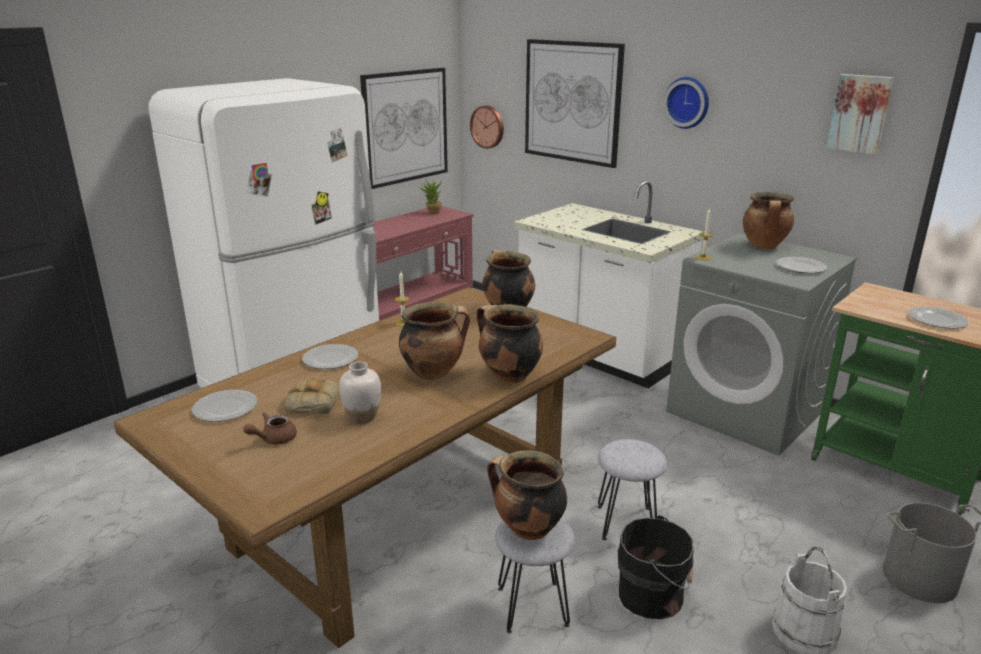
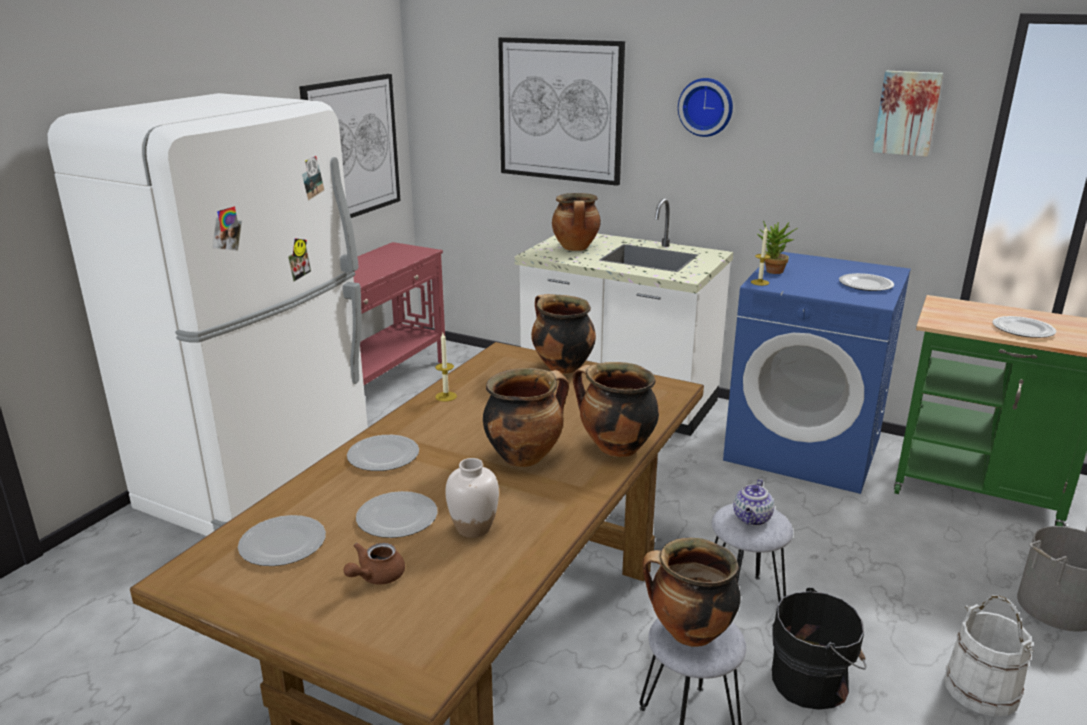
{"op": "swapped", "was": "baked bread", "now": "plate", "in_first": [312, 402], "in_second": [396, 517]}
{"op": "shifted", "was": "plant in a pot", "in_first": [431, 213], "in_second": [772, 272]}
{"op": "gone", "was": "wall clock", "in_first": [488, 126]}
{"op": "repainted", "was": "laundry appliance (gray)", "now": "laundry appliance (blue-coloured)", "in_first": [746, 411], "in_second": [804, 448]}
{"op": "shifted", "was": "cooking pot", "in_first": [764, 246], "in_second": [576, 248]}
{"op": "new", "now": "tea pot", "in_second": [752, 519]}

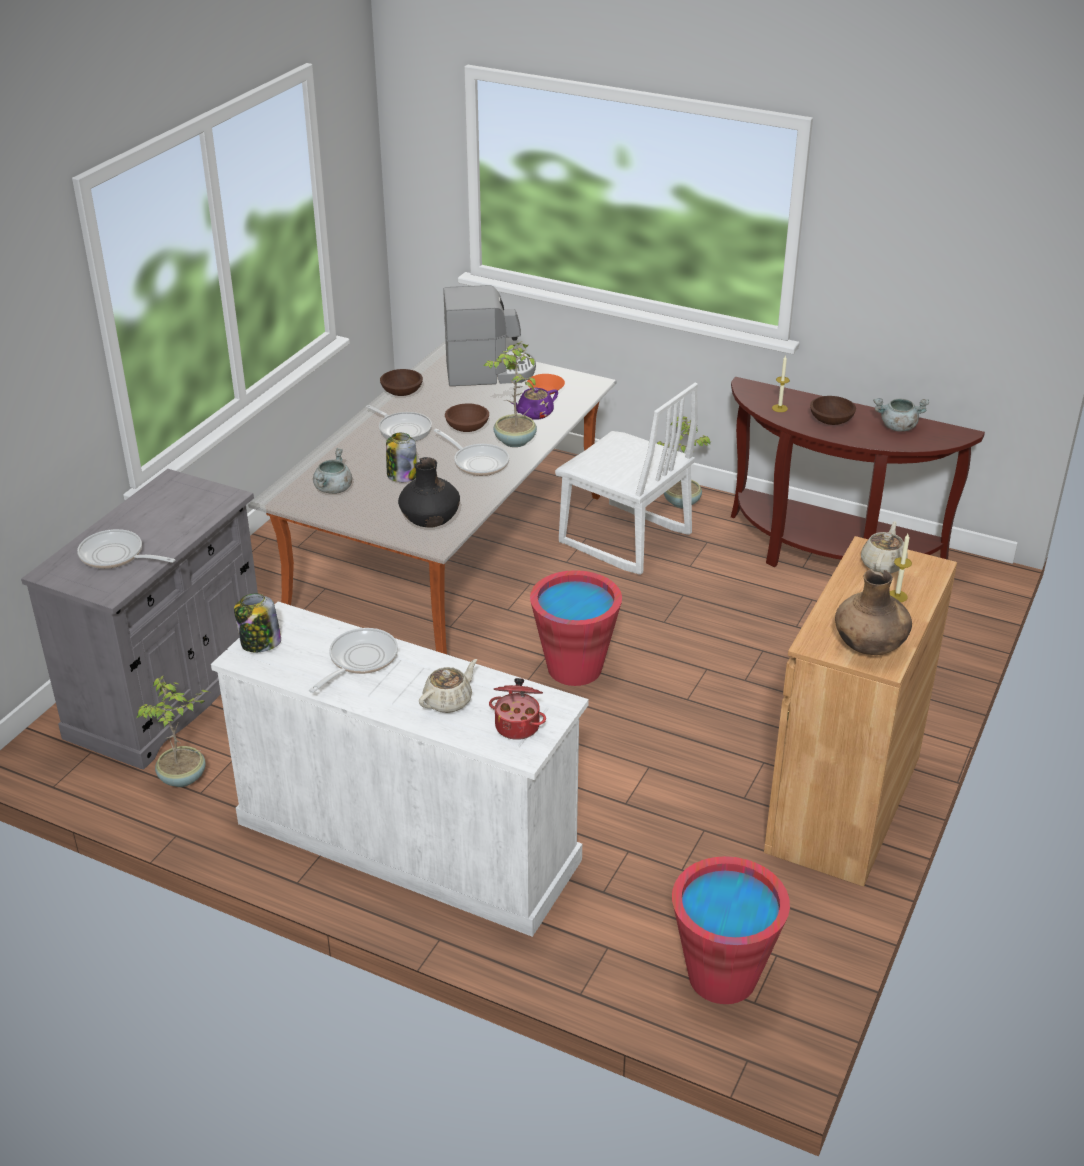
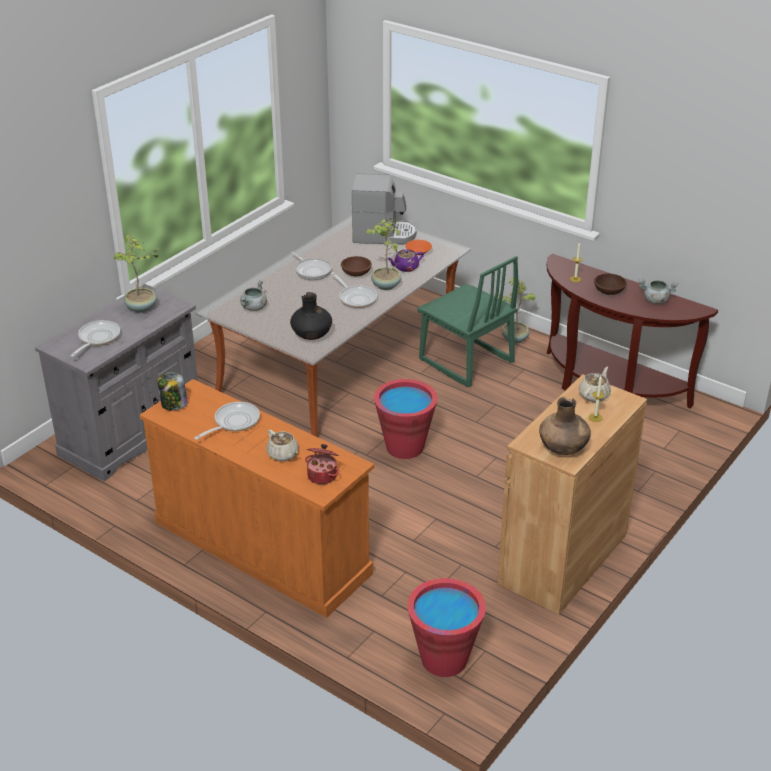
{"op": "rotated", "was": "skillet", "in_first": [116, 556], "in_second": [97, 339], "clockwise": 75}
{"op": "shifted", "was": "plant in a pot", "in_first": [183, 778], "in_second": [142, 308]}
{"op": "repainted", "was": "chest of drawers (whitish)", "now": "chest of drawers (orangey)", "in_first": [405, 841], "in_second": [260, 547]}
{"op": "gone", "was": "bowl (brown)", "in_first": [402, 392]}
{"op": "gone", "was": "preserve jar", "in_first": [401, 475]}
{"op": "rotated", "was": "tea pot (sand-coloured)", "in_first": [449, 701], "in_second": [283, 455], "clockwise": 90}
{"op": "repainted", "was": "chair (whitish)", "now": "chair (green-coloured)", "in_first": [624, 540], "in_second": [465, 362]}

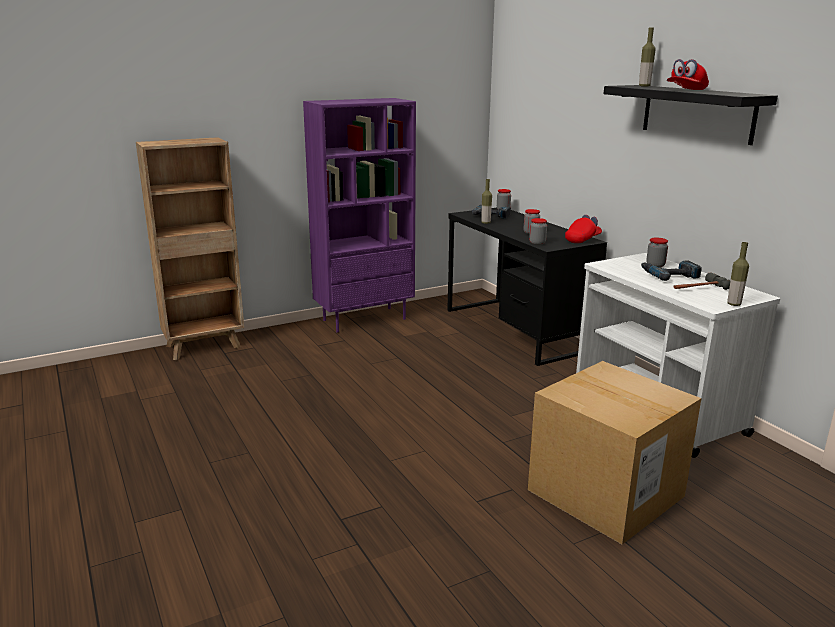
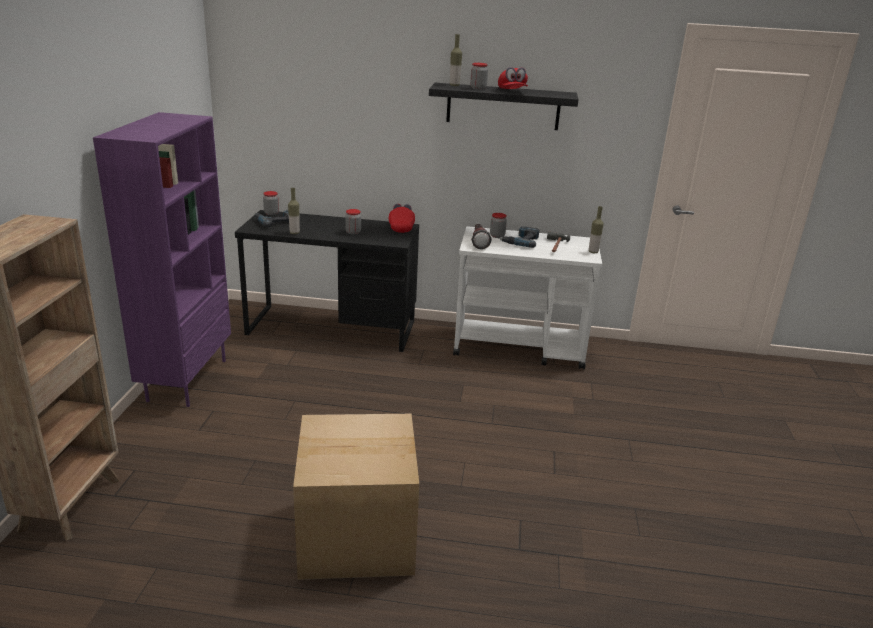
{"op": "shifted", "was": "packing box", "in_first": [605, 493], "in_second": [357, 535]}
{"op": "shifted", "was": "preserve jar", "in_first": [537, 243], "in_second": [478, 88]}
{"op": "new", "now": "flashlight", "in_second": [479, 242]}

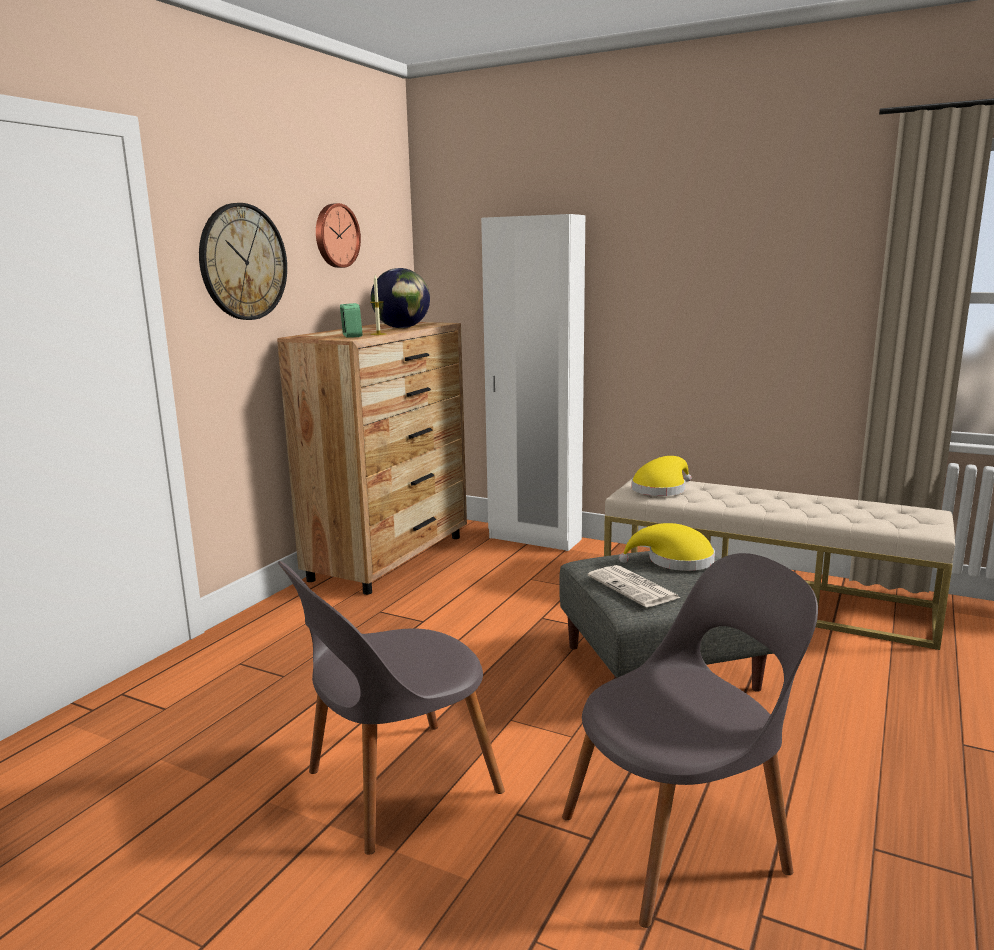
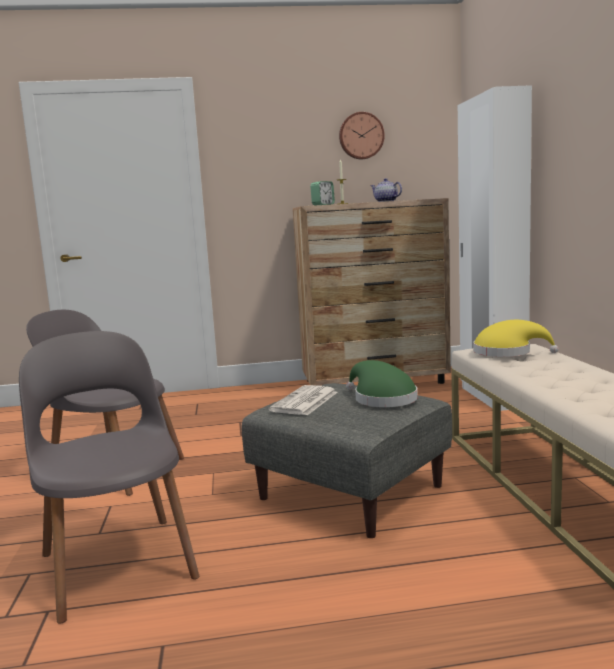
{"op": "gone", "was": "wall clock", "in_first": [243, 262]}
{"op": "swapped", "was": "globe", "now": "tea pot", "in_first": [402, 328], "in_second": [386, 201]}
{"op": "rotated", "was": "chair (gray)", "in_first": [681, 840], "in_second": [117, 561], "clockwise": -150}
{"op": "repainted", "was": "clothing hat (yellowish)", "now": "clothing hat (green-coloured)", "in_first": [675, 561], "in_second": [381, 399]}

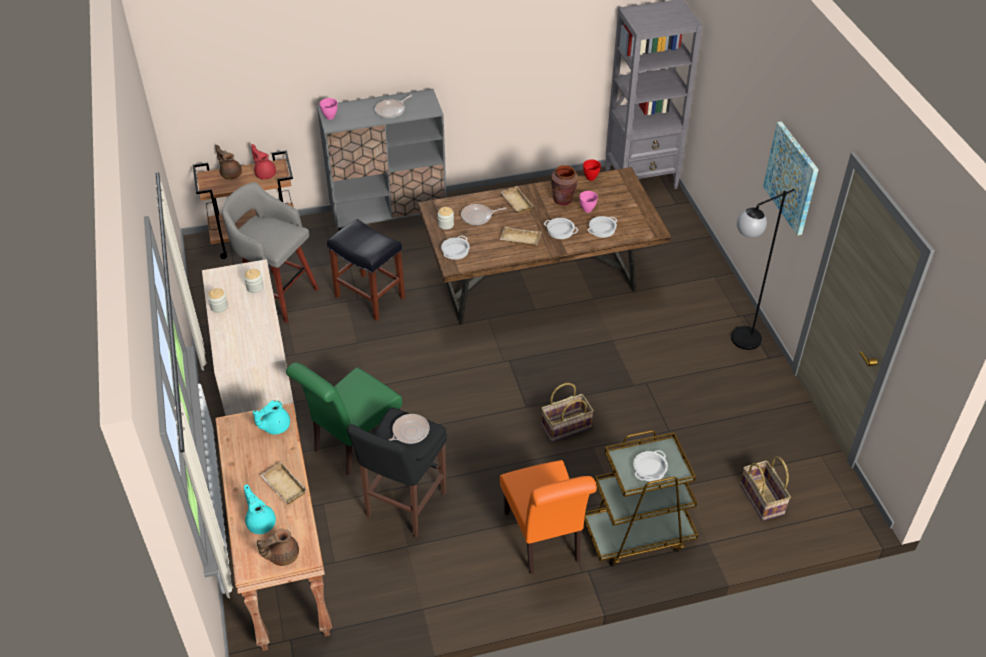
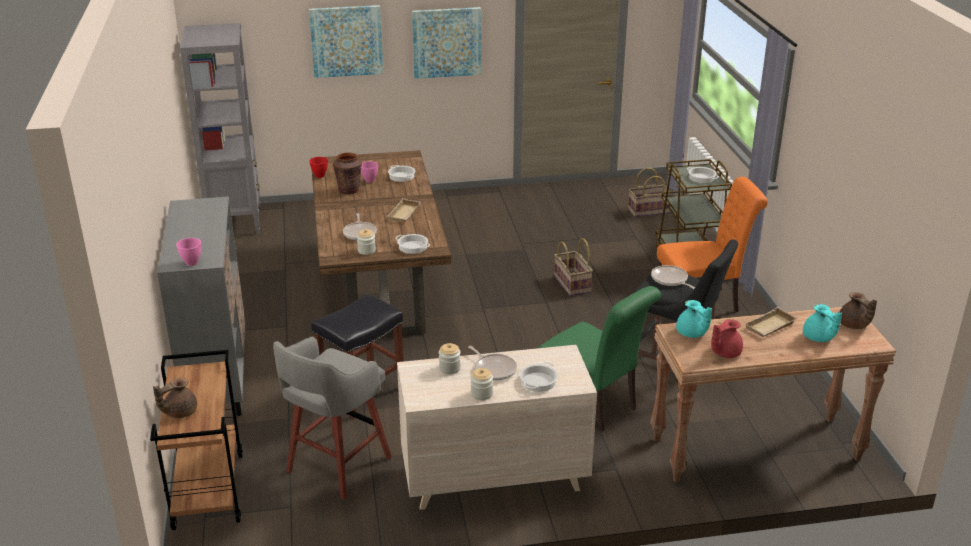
{"op": "rotated", "was": "tea pot (turquoise-coloured)", "in_first": [261, 522], "in_second": [818, 338], "clockwise": -90}
{"op": "shifted", "was": "tea pot (red-coloured)", "in_first": [265, 174], "in_second": [724, 353]}
{"op": "shifted", "was": "skillet", "in_first": [391, 110], "in_second": [494, 369]}
{"op": "gone", "was": "carrying tray (sand-coloured)", "in_first": [515, 202]}
{"op": "shifted", "was": "cooking pot", "in_first": [560, 231], "in_second": [538, 382]}
{"op": "gone", "was": "standing lamp (black-coloured)", "in_first": [737, 343]}
{"op": "new", "now": "wall picture", "in_second": [346, 41]}

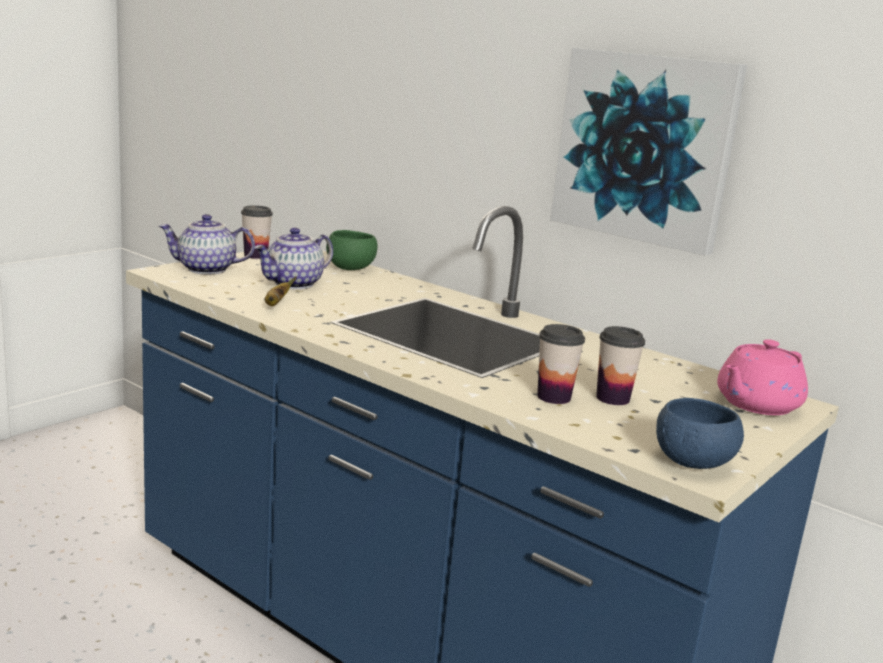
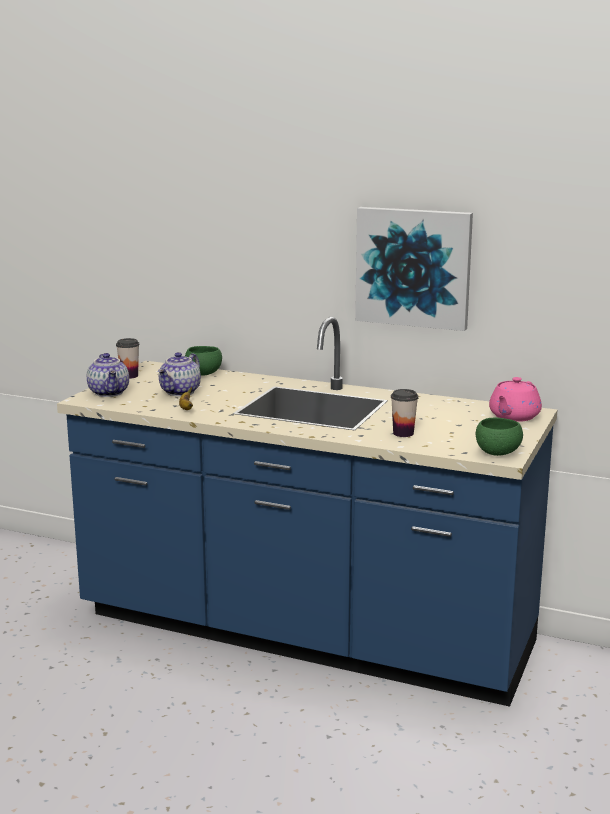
{"op": "rotated", "was": "tea pot", "in_first": [205, 270], "in_second": [110, 393], "clockwise": -90}
{"op": "gone", "was": "small cup", "in_first": [612, 398]}
{"op": "repainted", "was": "bowl (blue-coloured)", "now": "bowl (green-coloured)", "in_first": [692, 463], "in_second": [497, 453]}

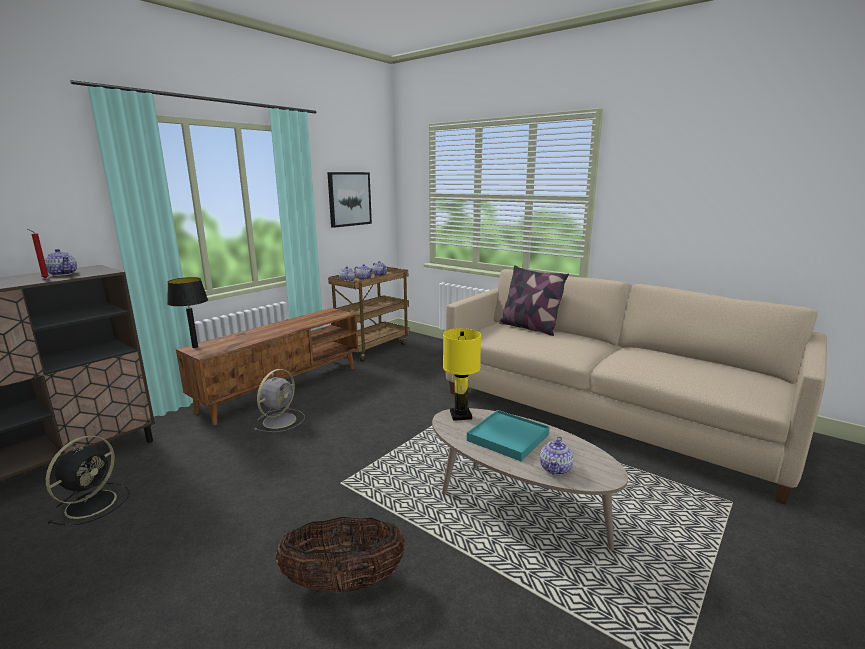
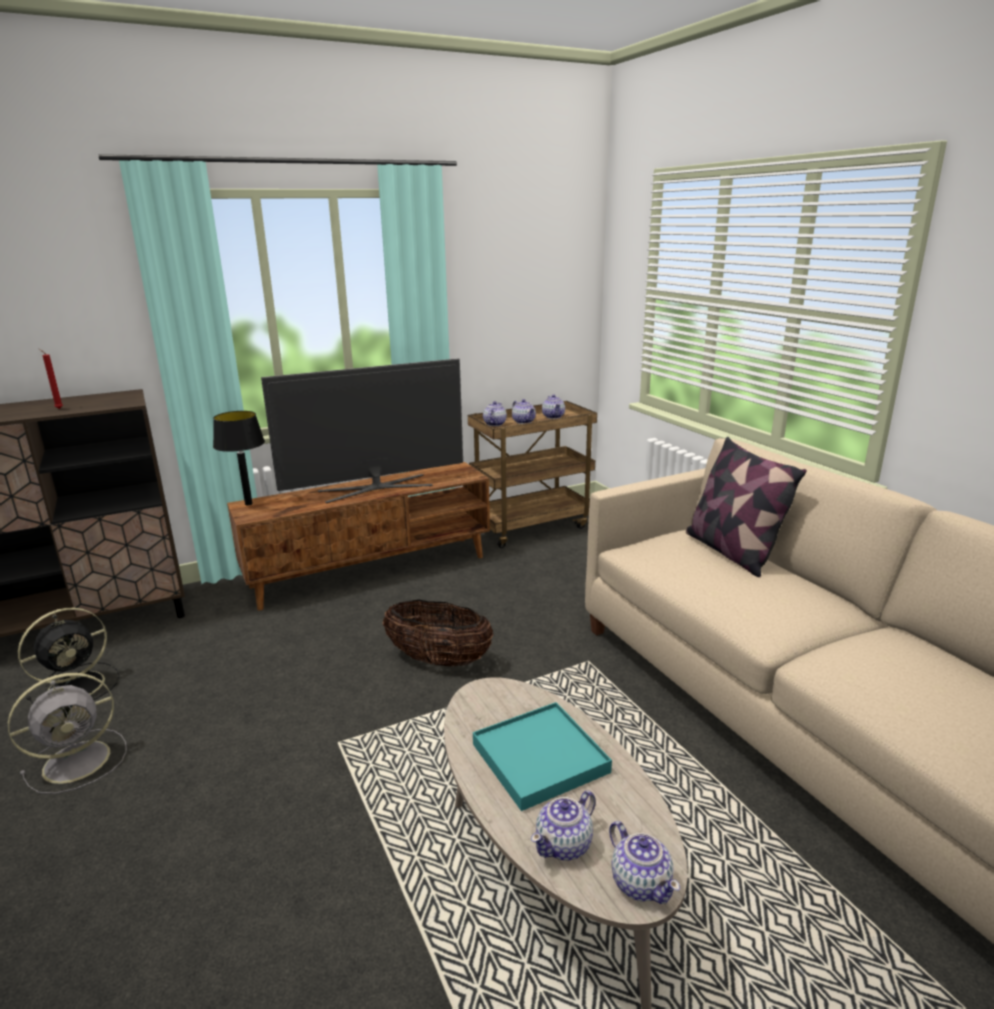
{"op": "shifted", "was": "tea pot", "in_first": [63, 274], "in_second": [640, 882]}
{"op": "shifted", "was": "fan (gray)", "in_first": [280, 420], "in_second": [80, 760]}
{"op": "shifted", "was": "household basket", "in_first": [344, 583], "in_second": [439, 660]}
{"op": "gone", "was": "wall picture", "in_first": [349, 199]}
{"op": "gone", "was": "table lamp (yellowish)", "in_first": [461, 415]}
{"op": "new", "now": "TV", "in_second": [376, 488]}

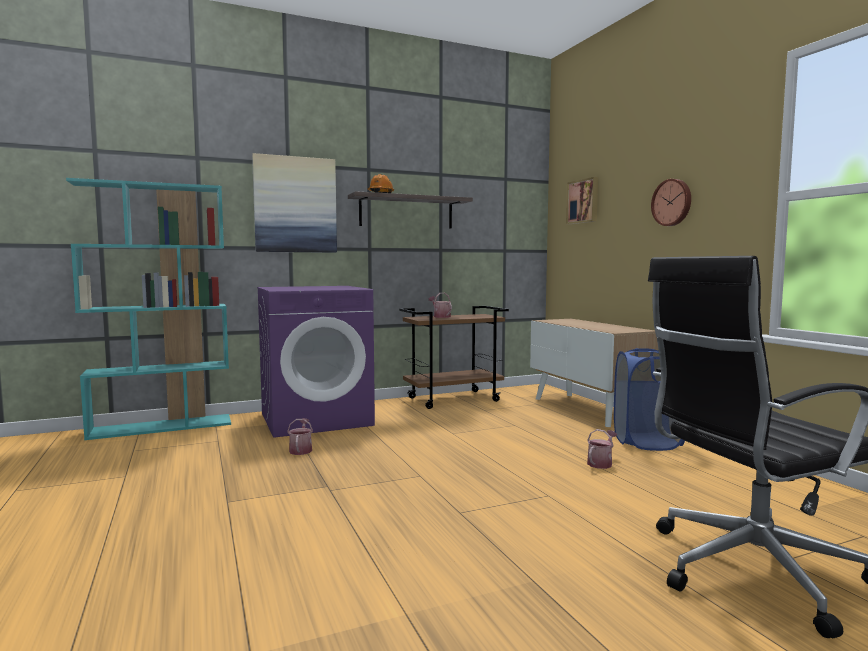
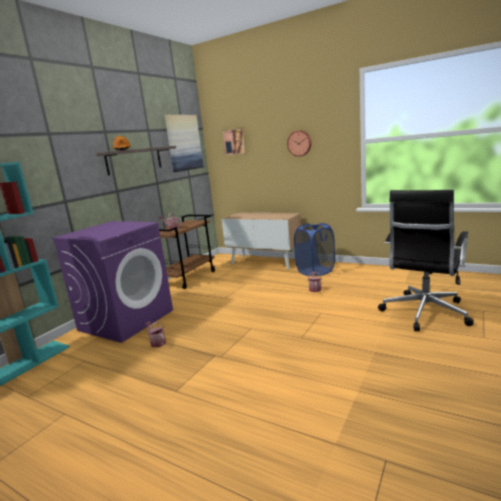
{"op": "shifted", "was": "wall picture", "in_first": [295, 205], "in_second": [184, 143]}

